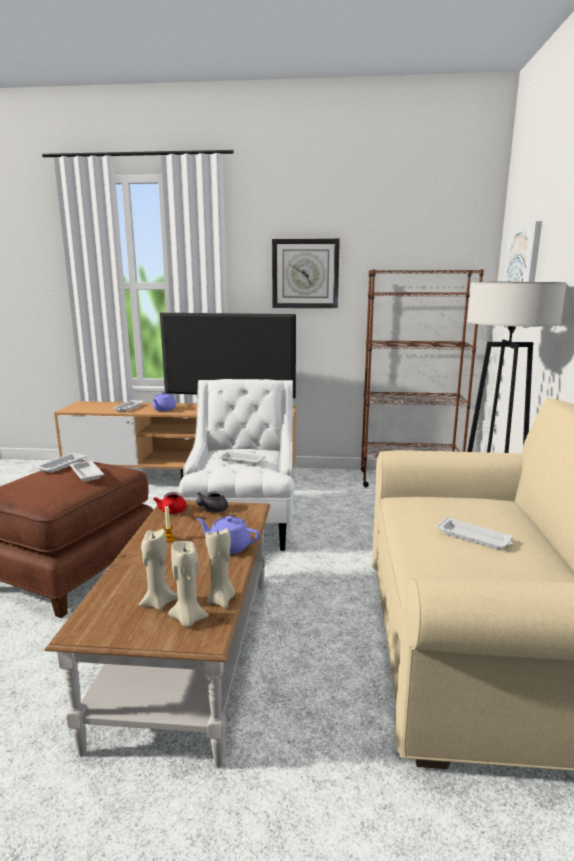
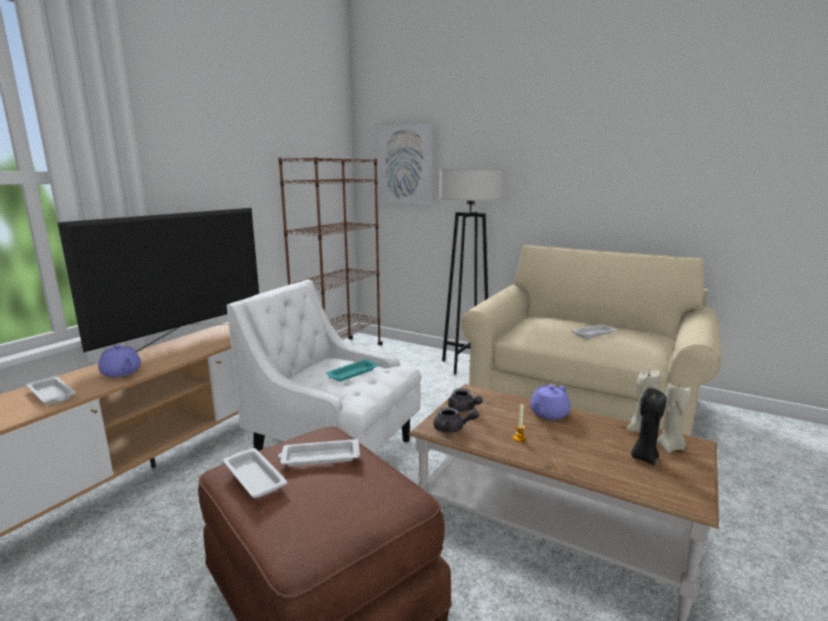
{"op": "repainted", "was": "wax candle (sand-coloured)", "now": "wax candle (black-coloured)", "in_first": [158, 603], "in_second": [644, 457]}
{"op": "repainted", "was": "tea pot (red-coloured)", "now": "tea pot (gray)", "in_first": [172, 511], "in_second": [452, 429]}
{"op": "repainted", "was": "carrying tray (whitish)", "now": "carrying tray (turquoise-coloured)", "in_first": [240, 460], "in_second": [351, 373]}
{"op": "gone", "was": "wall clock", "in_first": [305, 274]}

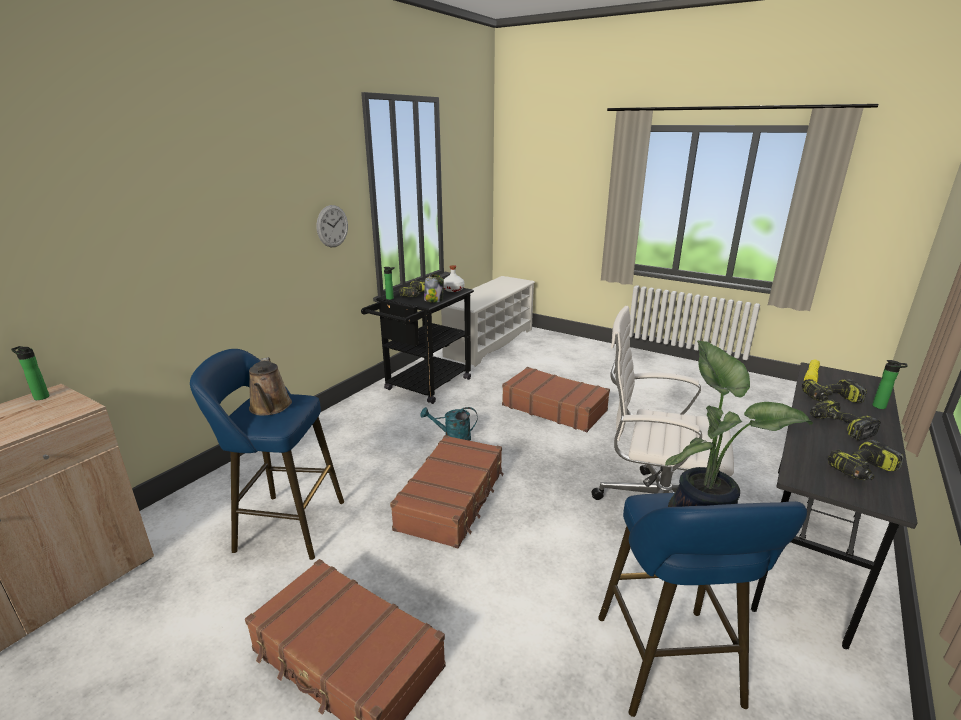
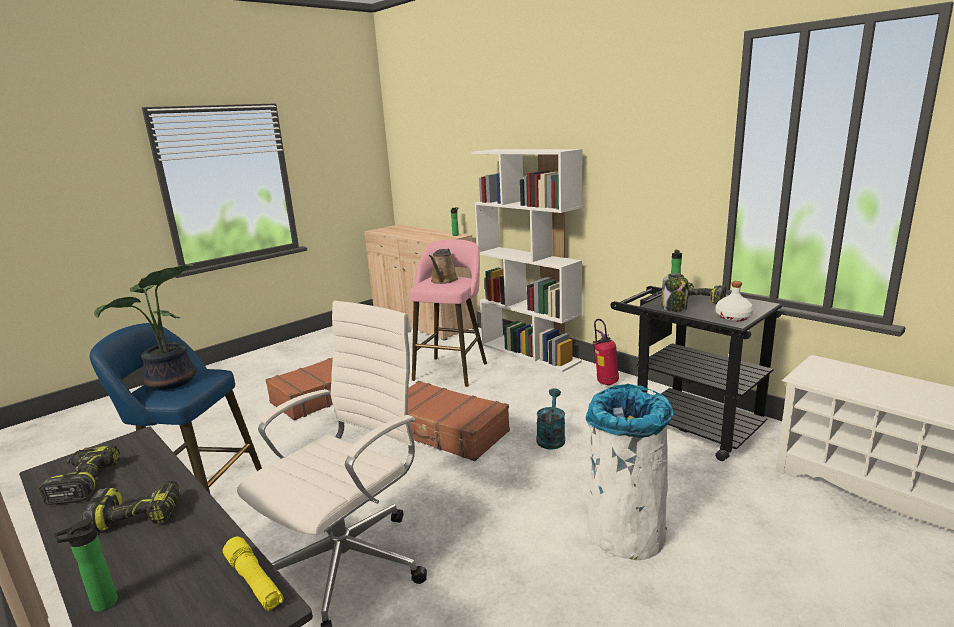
{"op": "repainted", "was": "stool seat (blue-coloured)", "now": "stool seat (pinkish)", "in_first": [284, 525], "in_second": [452, 369]}
{"op": "rotated", "was": "sprinkling can (brown)", "in_first": [270, 407], "in_second": [443, 281], "clockwise": -75}
{"op": "gone", "was": "wall clock", "in_first": [332, 226]}
{"op": "swapped", "was": "suitcase (brown)", "now": "rubbish bin (whitish)", "in_first": [554, 408], "in_second": [625, 532]}
{"op": "gone", "was": "power drill", "in_first": [830, 399]}
{"op": "new", "now": "bookcase (whitish)", "in_second": [530, 353]}
{"op": "new", "now": "fire extinguisher", "in_second": [605, 383]}

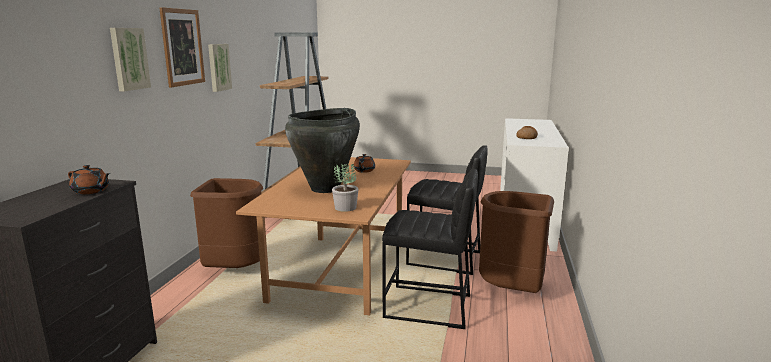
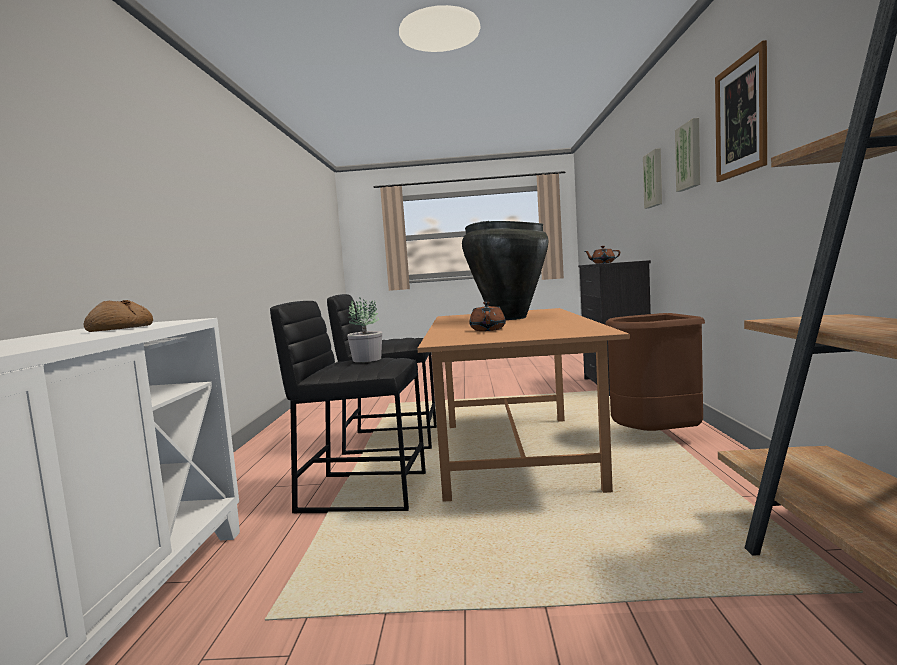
{"op": "shifted", "was": "wall picture", "in_first": [218, 67], "in_second": [654, 179]}
{"op": "shifted", "was": "plant in a pot", "in_first": [346, 208], "in_second": [366, 359]}
{"op": "gone", "was": "rubbish bin (brown)", "in_first": [512, 291]}

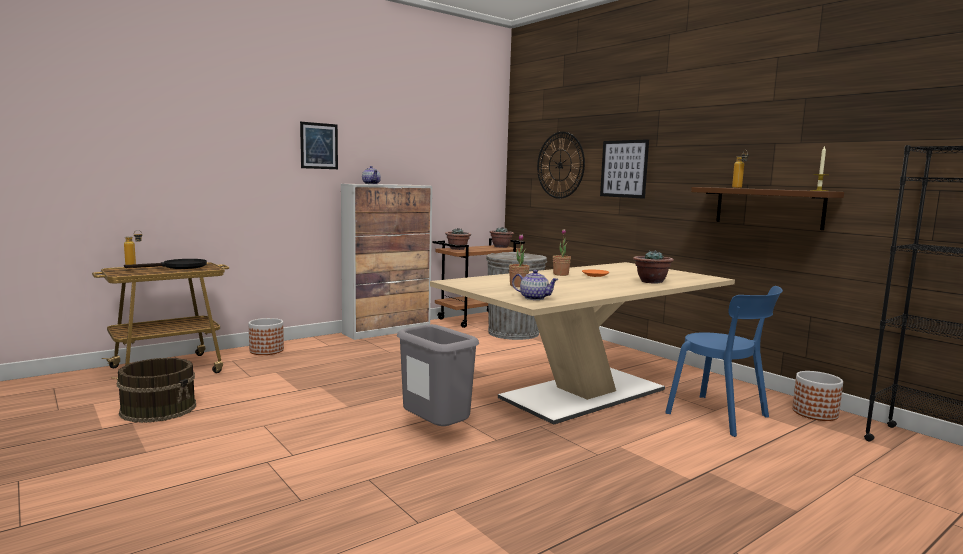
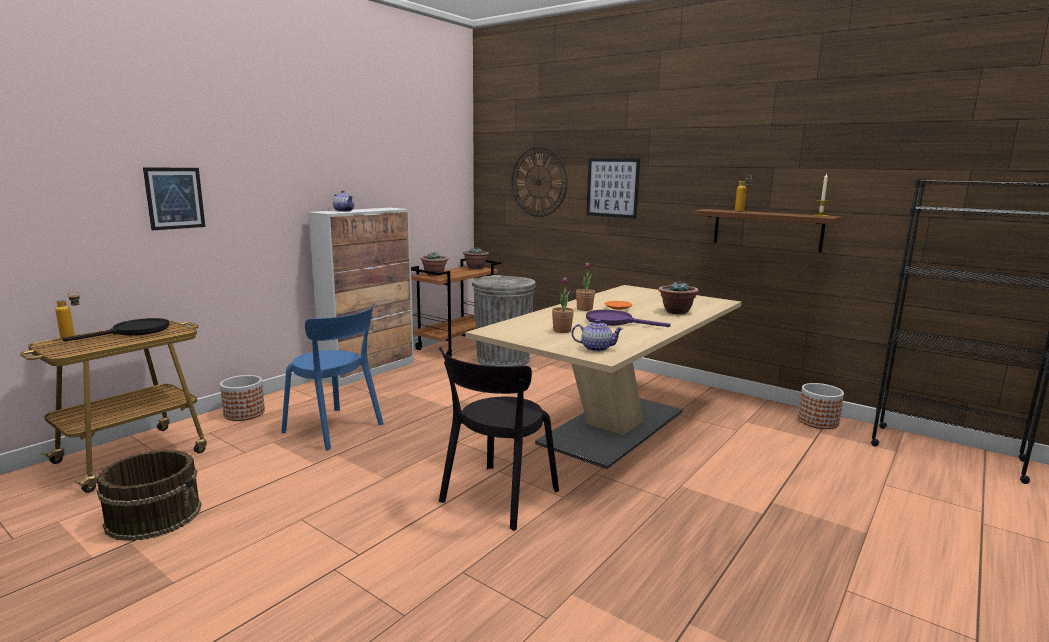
{"op": "shifted", "was": "wall picture", "in_first": [319, 146], "in_second": [175, 198]}
{"op": "swapped", "was": "rubbish bin (gray)", "now": "chair (black-coloured)", "in_first": [434, 433], "in_second": [496, 498]}
{"op": "shifted", "was": "chair (blue-coloured)", "in_first": [721, 416], "in_second": [336, 429]}
{"op": "new", "now": "skillet (purple-coloured)", "in_second": [615, 321]}

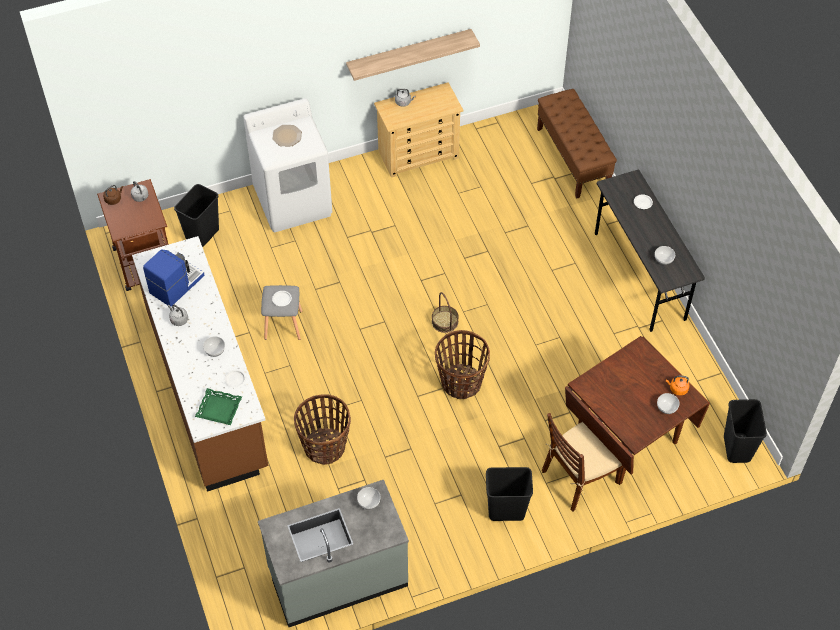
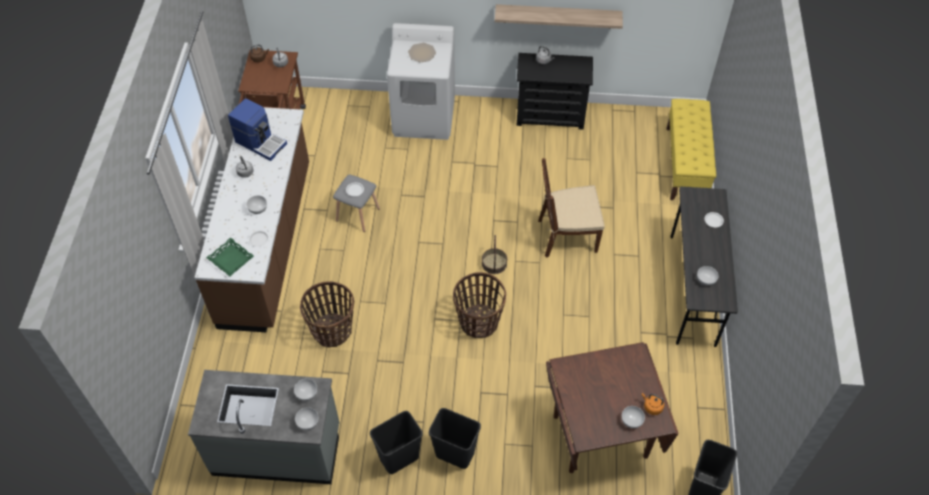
{"op": "rotated", "was": "coffee brewer", "in_first": [176, 284], "in_second": [261, 142], "clockwise": 60}
{"op": "shifted", "was": "rubbish bin (black-coloured)", "in_first": [202, 234], "in_second": [399, 457]}
{"op": "repainted", "was": "chest of drawers (sand-coloured)", "now": "chest of drawers (black-coloured)", "in_first": [419, 154], "in_second": [550, 114]}
{"op": "repainted", "was": "long seat (brown)", "now": "long seat (yellowish)", "in_first": [573, 158], "in_second": [685, 164]}
{"op": "shifted", "was": "chair (brown)", "in_first": [580, 477], "in_second": [566, 236]}
{"op": "new", "now": "bowl", "in_second": [308, 422]}

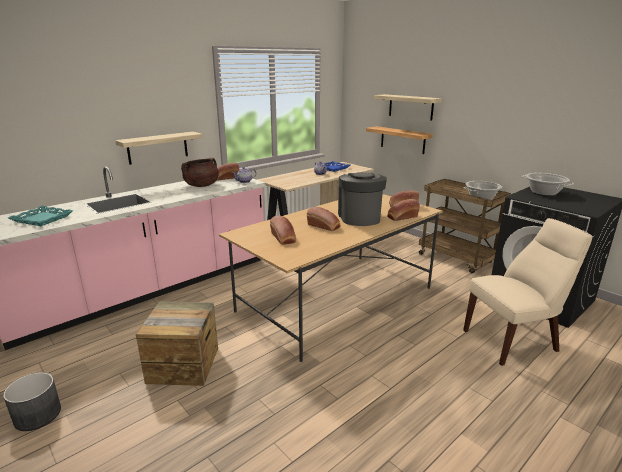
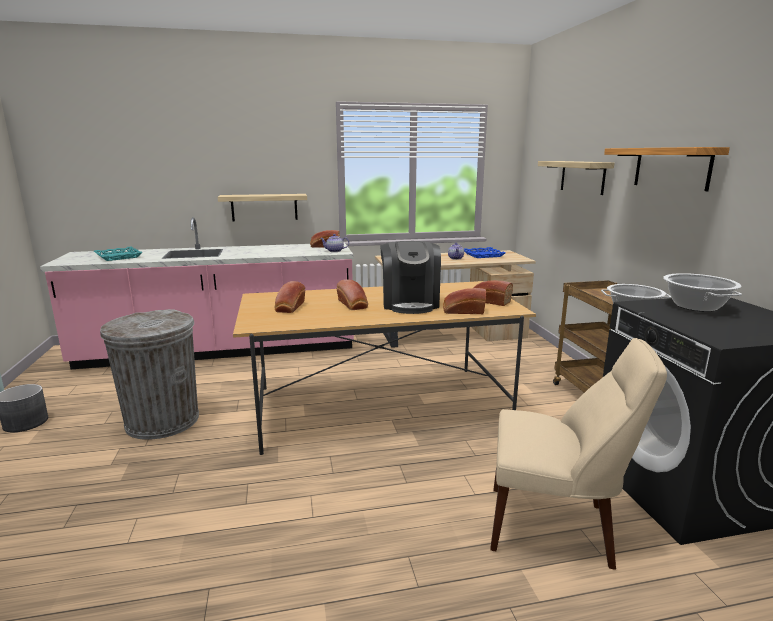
{"op": "swapped", "was": "crate", "now": "rubbish bin (gray)", "in_first": [183, 365], "in_second": [162, 421]}
{"op": "gone", "was": "cooking pot (brown)", "in_first": [201, 185]}
{"op": "rotated", "was": "coffee brewer", "in_first": [359, 217], "in_second": [410, 303], "clockwise": 150}
{"op": "shifted", "was": "wall shelf", "in_first": [402, 140], "in_second": [671, 168]}

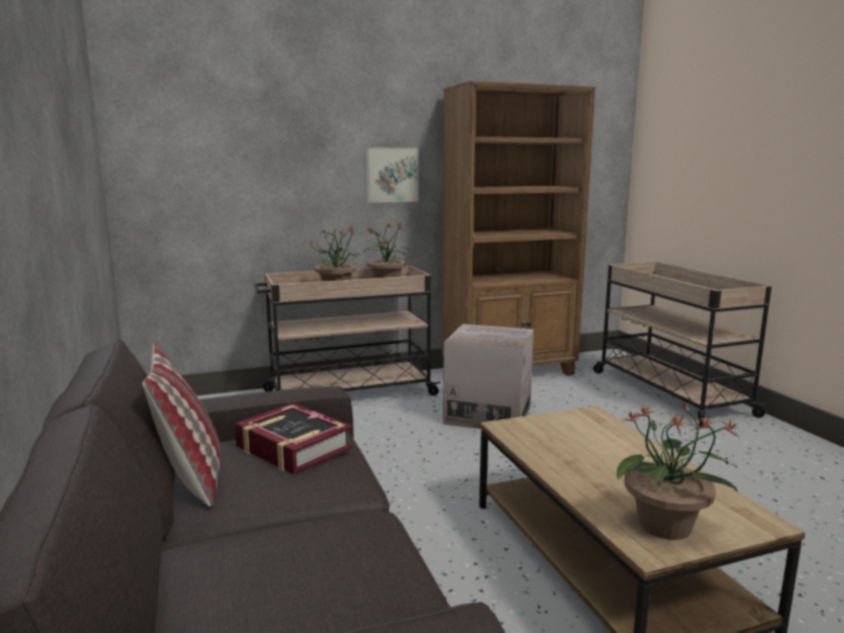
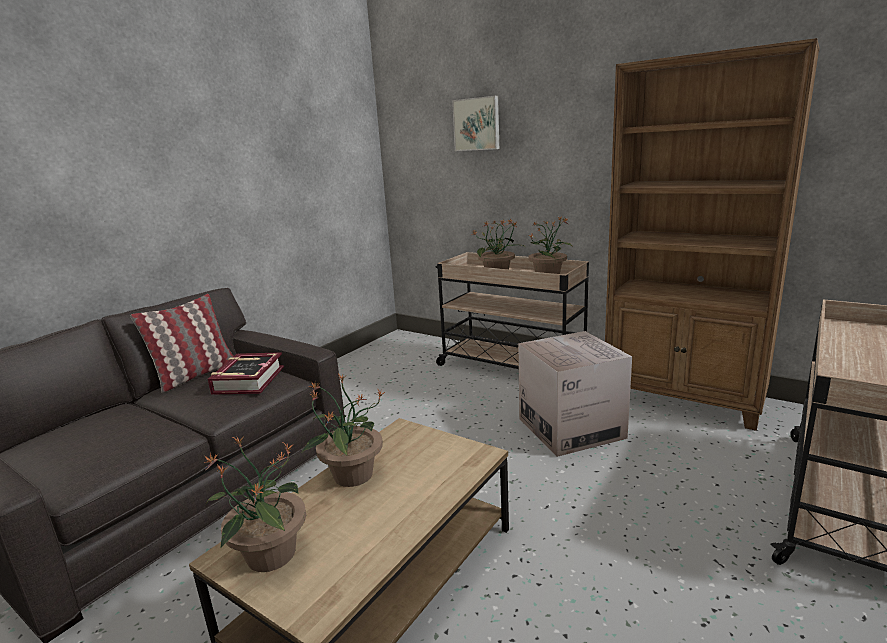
{"op": "shifted", "was": "wall picture", "in_first": [391, 174], "in_second": [477, 124]}
{"op": "new", "now": "plant in a pot", "in_second": [352, 475]}

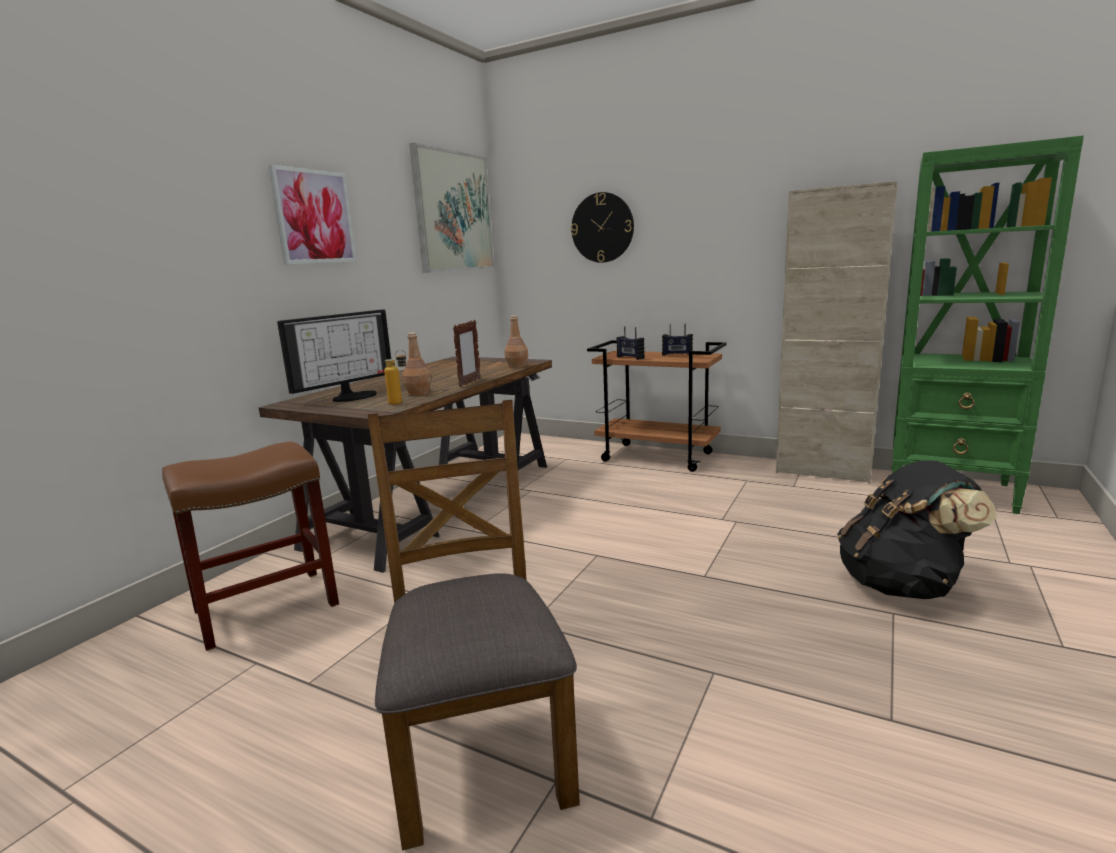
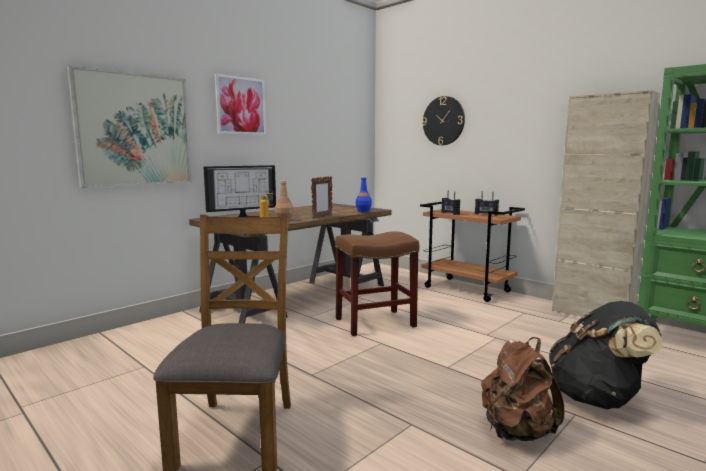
{"op": "shifted", "was": "stool seat (brown)", "in_first": [265, 608], "in_second": [374, 323]}
{"op": "shifted", "was": "wall picture", "in_first": [453, 212], "in_second": [134, 130]}
{"op": "repainted", "was": "beverage bottle (brown)", "now": "beverage bottle (blue-coloured)", "in_first": [517, 366], "in_second": [363, 211]}
{"op": "new", "now": "rucksack (brown)", "in_second": [516, 432]}

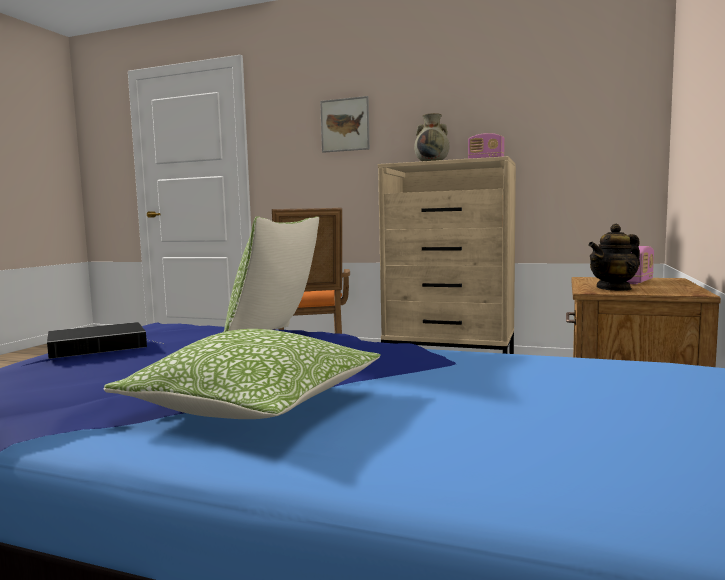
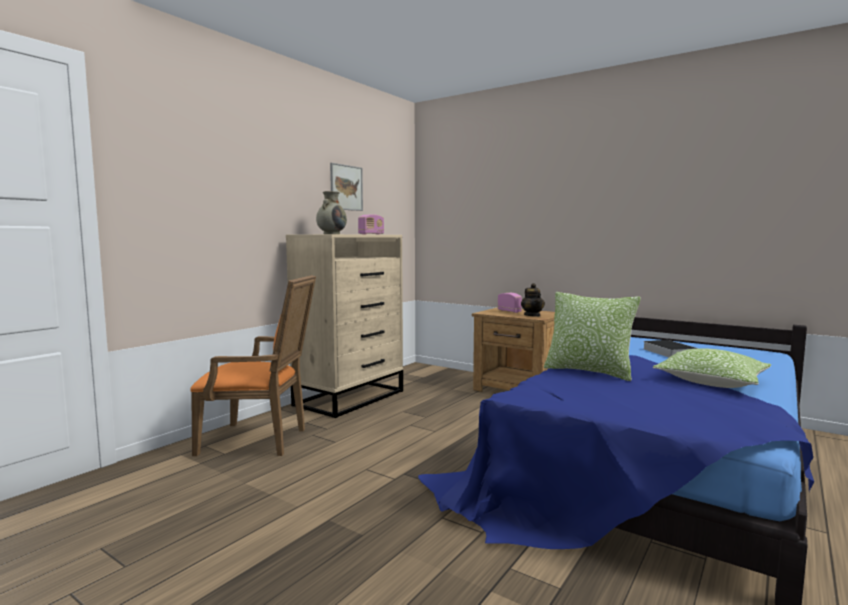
{"op": "shifted", "was": "book", "in_first": [101, 346], "in_second": [667, 352]}
{"op": "shifted", "was": "wall picture", "in_first": [345, 125], "in_second": [346, 187]}

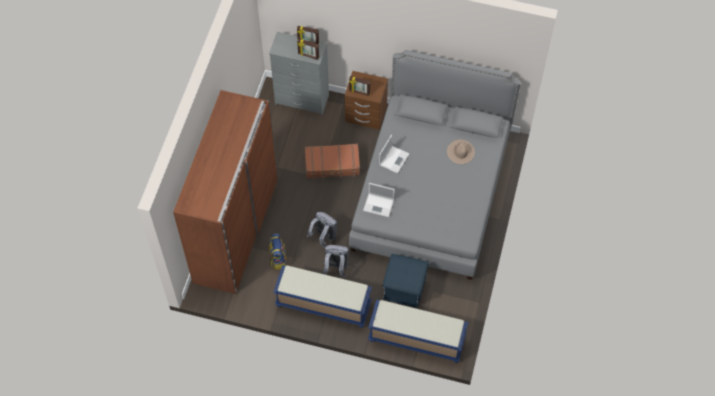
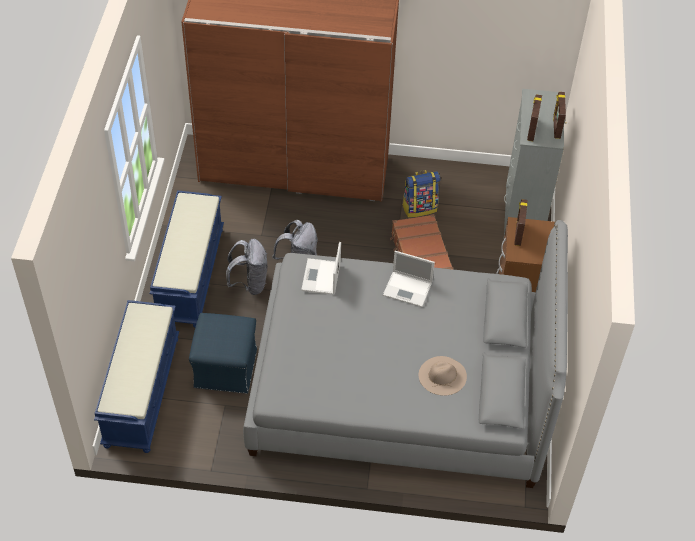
{"op": "shifted", "was": "rucksack", "in_first": [277, 259], "in_second": [419, 208]}

